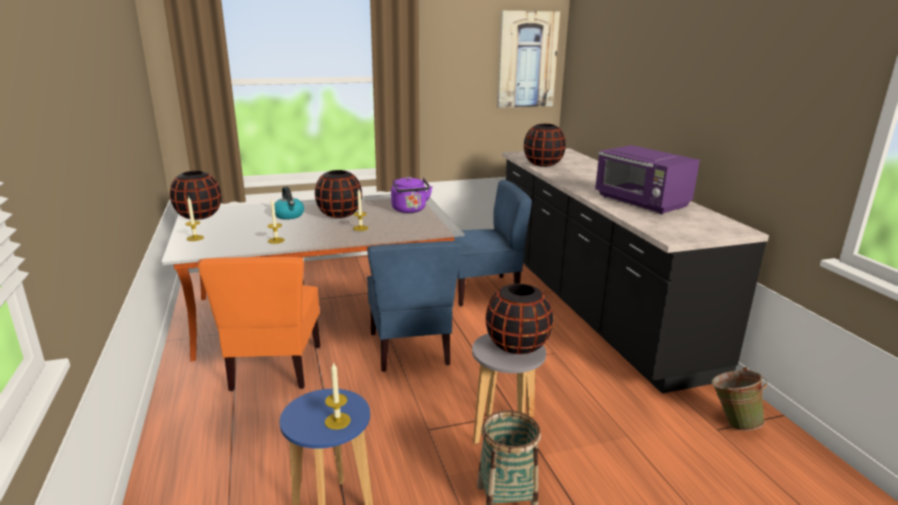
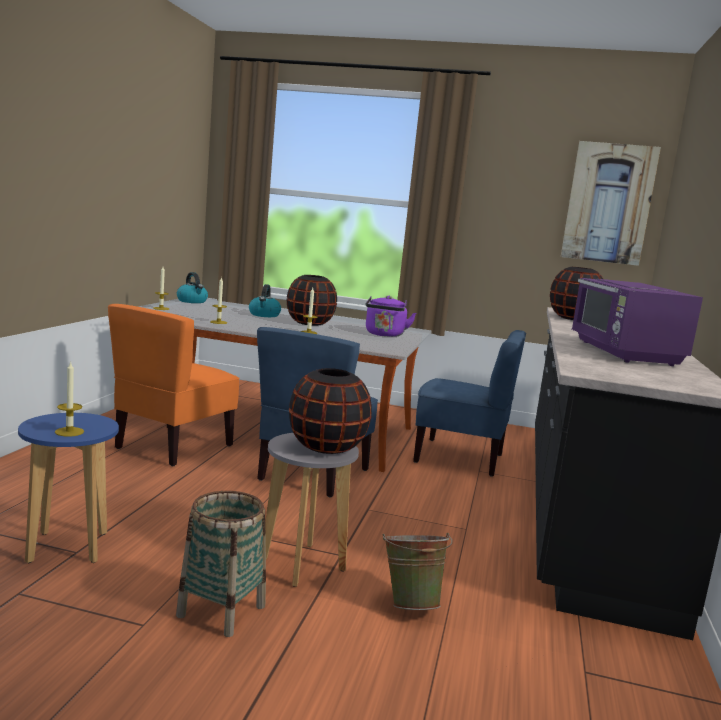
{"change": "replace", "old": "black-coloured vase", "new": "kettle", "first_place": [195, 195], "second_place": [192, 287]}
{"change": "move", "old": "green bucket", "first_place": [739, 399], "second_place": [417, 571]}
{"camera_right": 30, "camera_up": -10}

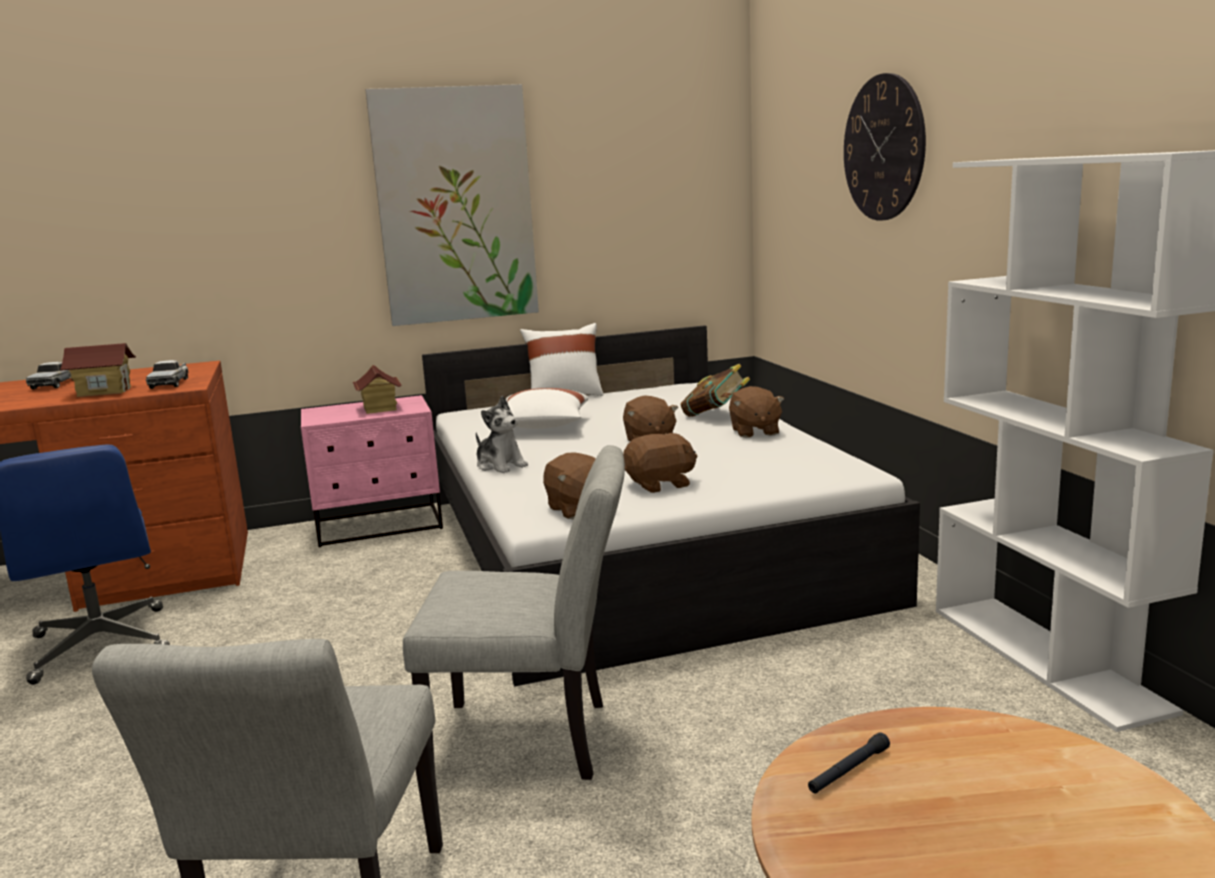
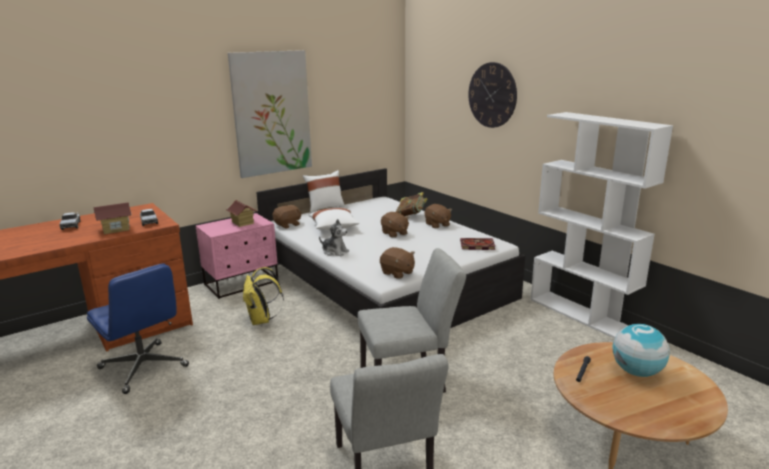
{"change": "move", "old": "brown-coloured cuddly toy", "first_place": [660, 463], "second_place": [287, 217]}
{"change": "insert", "new": "yellow knapsack", "second_place": [263, 296]}
{"change": "insert", "new": "book", "second_place": [477, 244]}
{"change": "insert", "new": "world globe", "second_place": [641, 350]}
{"camera_right": -20, "camera_up": 5}

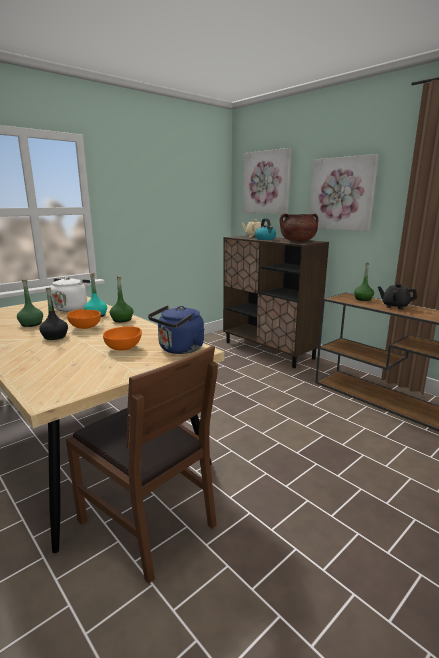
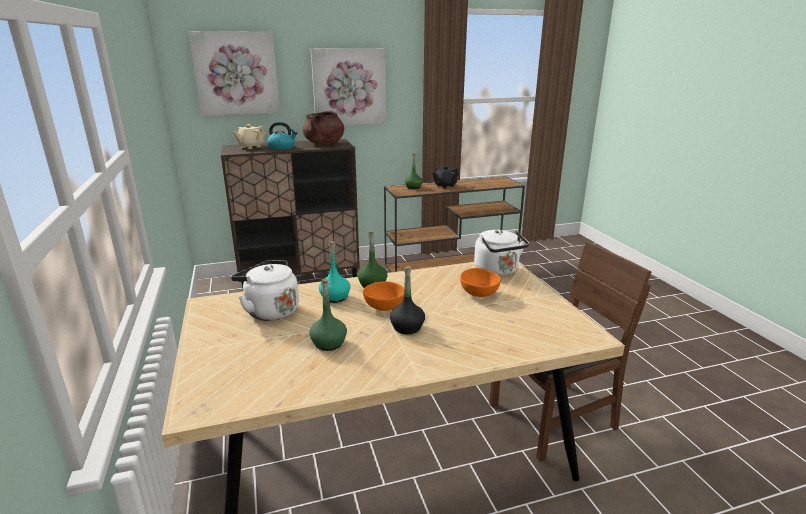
{"change": "recolor", "old": "blue kettle", "new": "white kettle", "first_place": [176, 329], "second_place": [501, 252]}
{"camera_right": -65, "camera_up": 5}

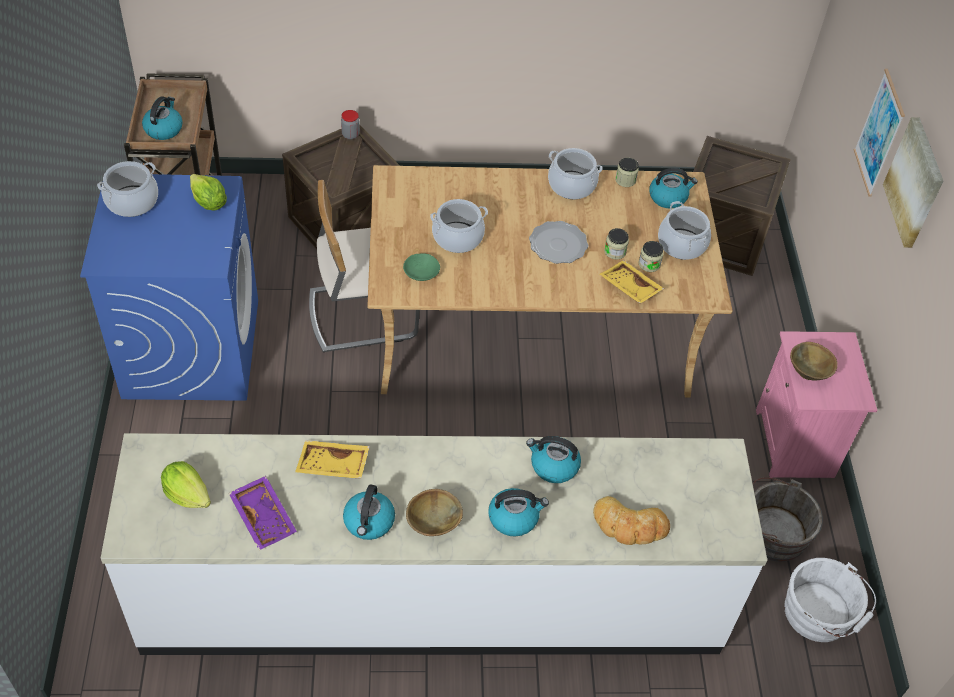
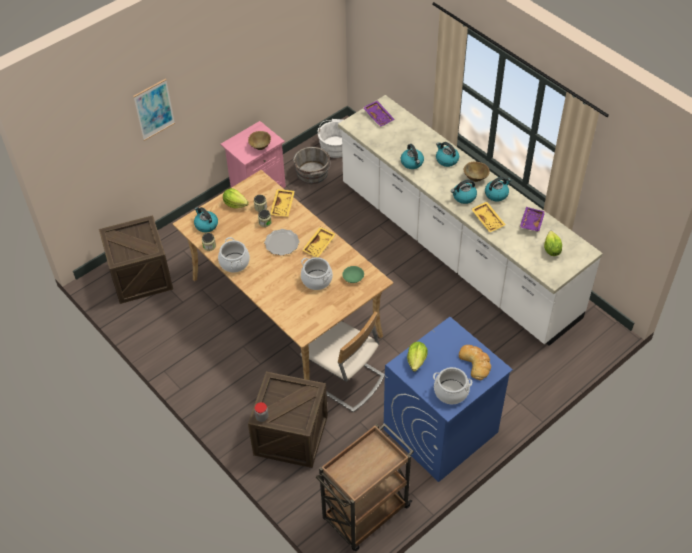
{"change": "move", "old": "kettle", "first_place": [162, 118], "second_place": [464, 191]}
{"change": "move", "old": "baked bread", "first_place": [631, 520], "second_place": [475, 362]}
{"change": "replace", "old": "saucepot", "new": "lettuce", "first_place": [684, 230], "second_place": [236, 198]}
{"change": "delete", "old": "wall picture", "first_place": [913, 182]}
{"change": "insert", "new": "yellow serving tray", "second_place": [319, 242]}
{"change": "insert", "new": "purple-coloured serving tray", "second_place": [379, 113]}
{"camera_right": -125, "camera_up": 0}

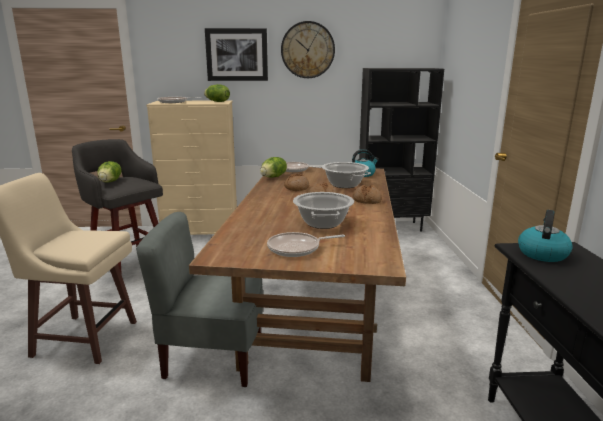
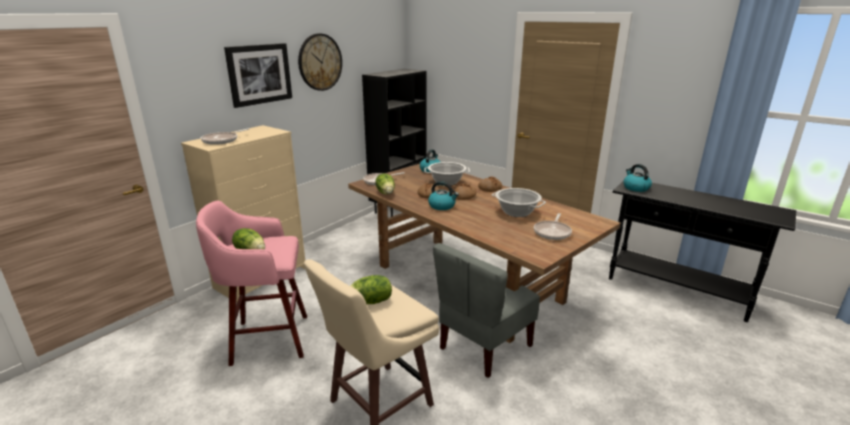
{"change": "recolor", "old": "gray stool seat", "new": "pinkish stool seat", "first_place": [117, 207], "second_place": [251, 283]}
{"change": "move", "old": "lettuce", "first_place": [217, 93], "second_place": [371, 289]}
{"change": "insert", "new": "kettle", "second_place": [443, 195]}
{"camera_right": -50, "camera_up": 5}

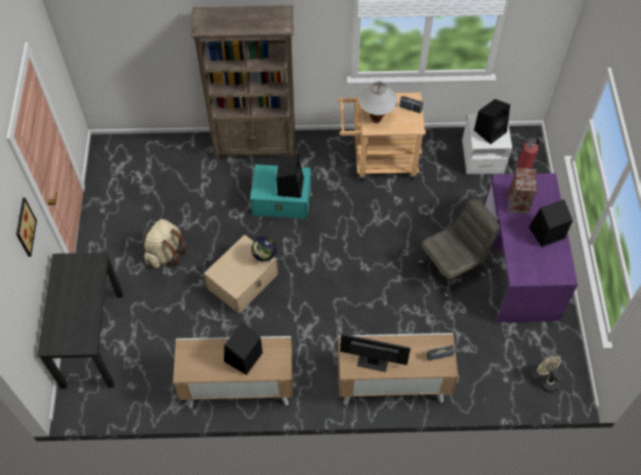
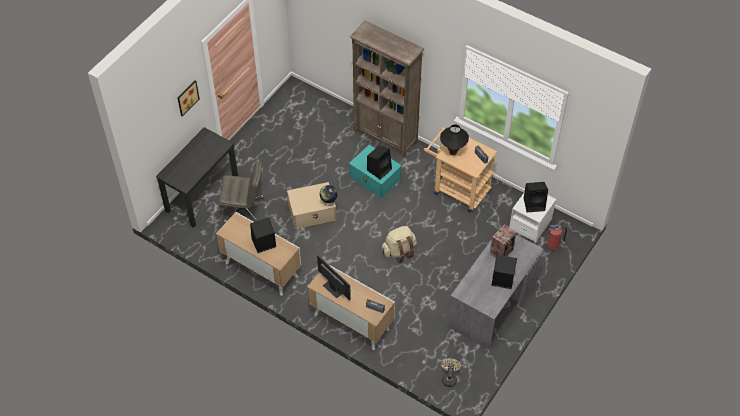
{"change": "move", "old": "beige-coloured knapsack", "first_place": [166, 243], "second_place": [399, 244]}
{"change": "recolor", "old": "white tabletop lamp", "new": "black-coloured tabletop lamp", "first_place": [378, 102], "second_place": [454, 139]}
{"change": "move", "old": "gray computer chair", "first_place": [459, 248], "second_place": [241, 192]}
{"change": "recolor", "old": "purple-coloured desk unit", "new": "gray desk unit", "first_place": [531, 248], "second_place": [495, 288]}
{"camera_right": 35, "camera_up": -5}

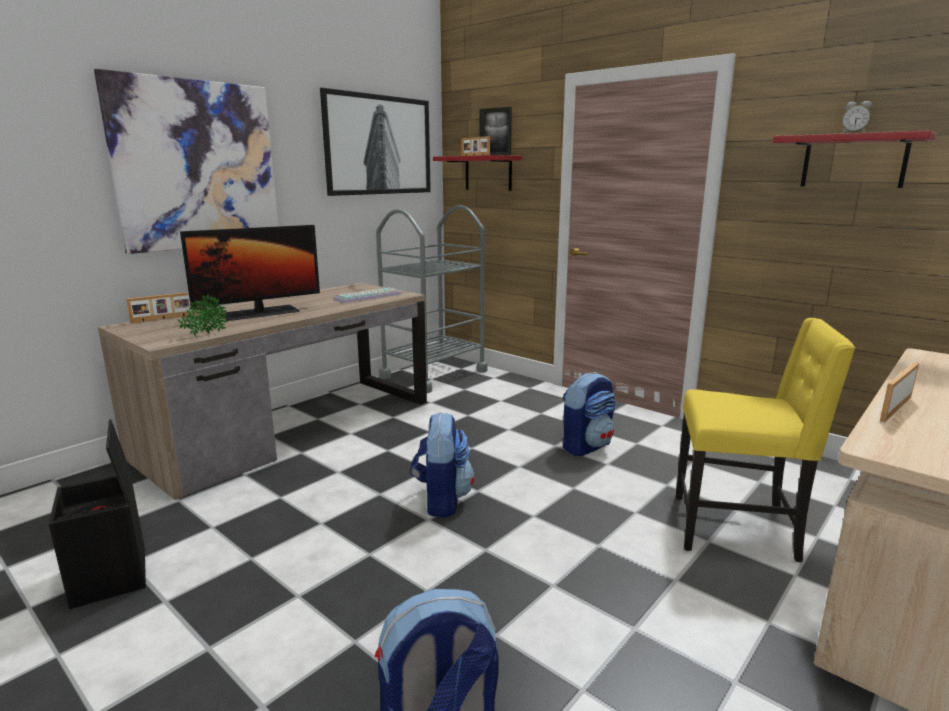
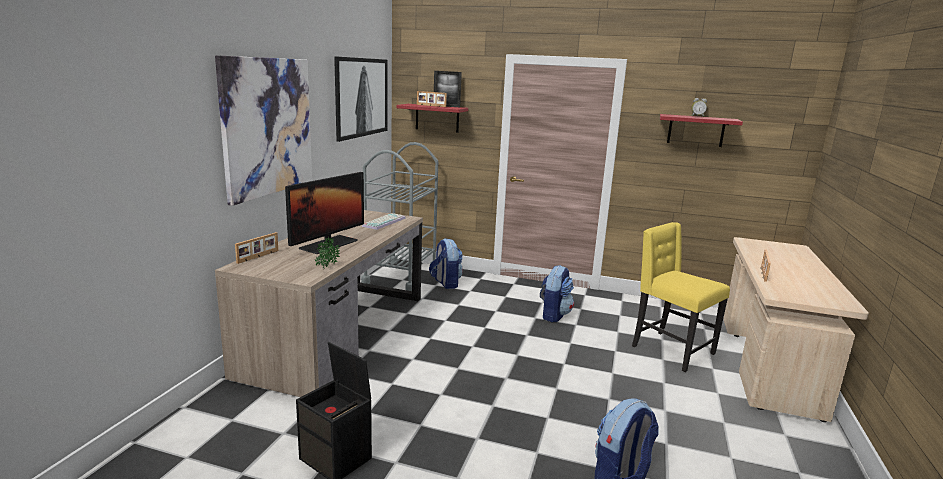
{"change": "move", "old": "knapsack", "first_place": [442, 465], "second_place": [446, 263]}
{"change": "rotate", "old": "yellow chair", "first_place": [766, 440], "second_place": [681, 297], "degrees": -120}
{"camera_right": -25, "camera_up": 0}

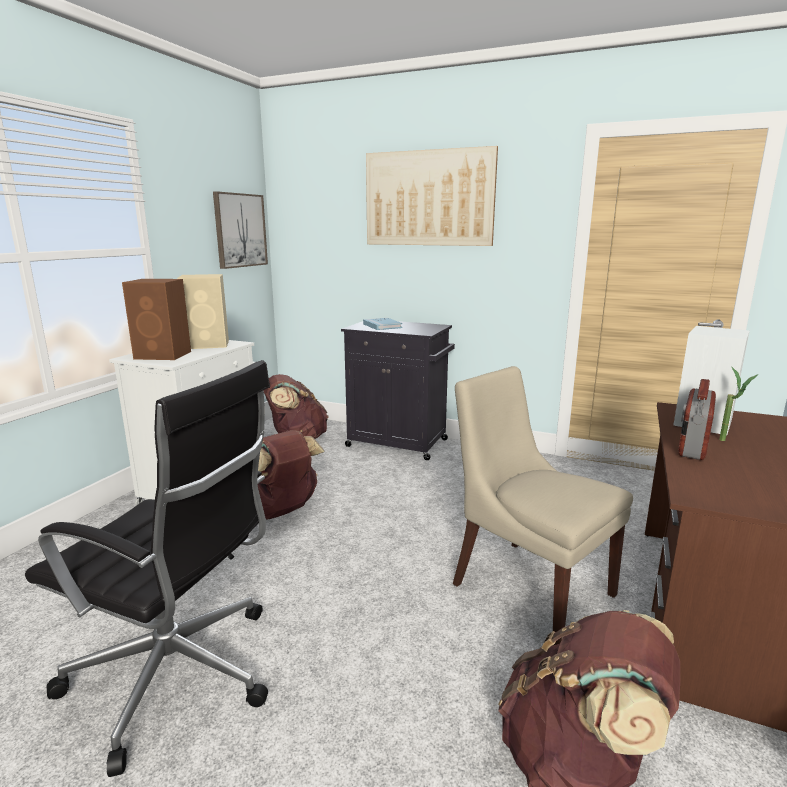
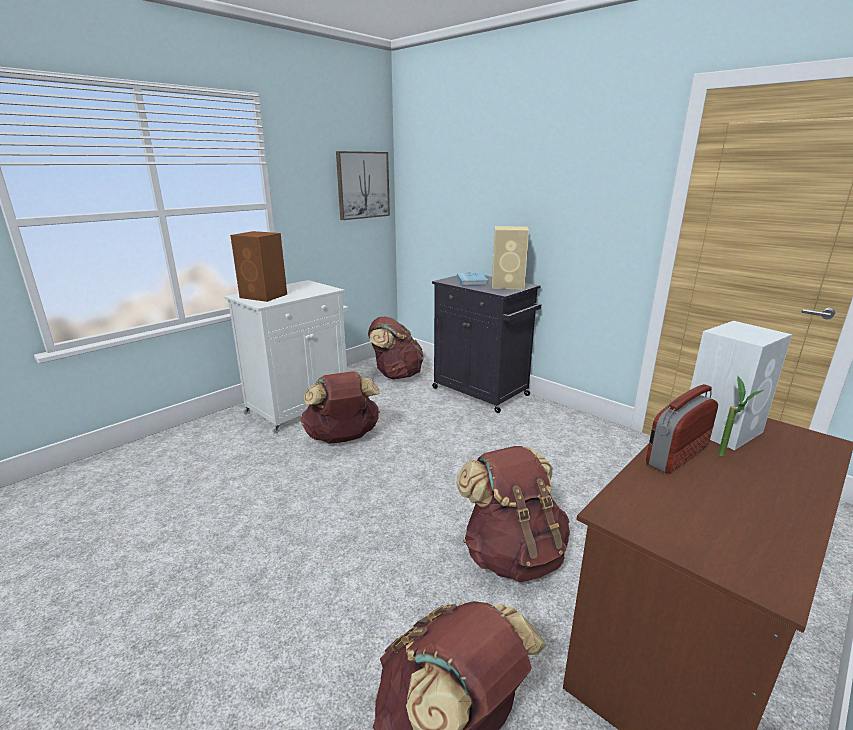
{"change": "delete", "old": "black-coloured computer chair", "first_place": [147, 568]}
{"change": "move", "old": "beige-coloured audio speaker", "first_place": [203, 311], "second_place": [510, 258]}
{"change": "delete", "old": "wall picture", "first_place": [432, 196]}
{"change": "replace", "old": "beige-coloured chair", "new": "brown-coloured knapsack", "first_place": [543, 506], "second_place": [513, 514]}
{"camera_right": 20, "camera_up": 5}

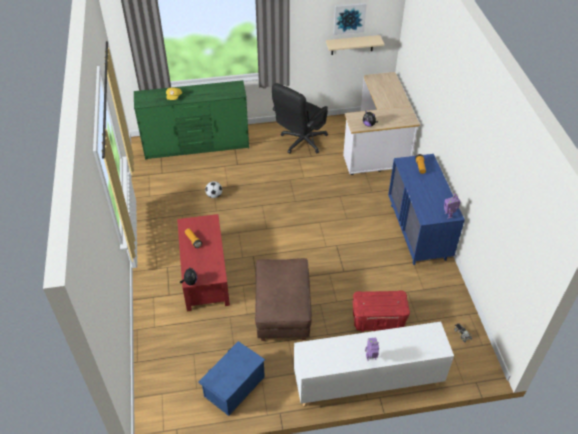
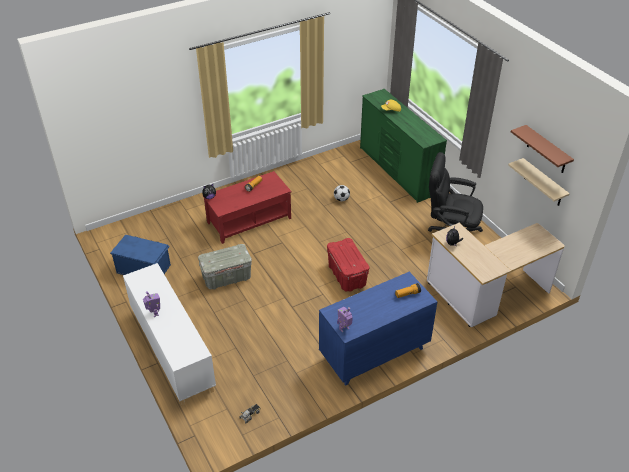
{"change": "replace", "old": "brown-coloured footrest", "new": "gray storage bin", "first_place": [283, 299], "second_place": [225, 267]}
{"change": "replace", "old": "wall picture", "new": "brown-coloured bracket shelf", "first_place": [350, 19], "second_place": [542, 149]}
{"change": "move", "old": "reddish storage bin", "first_place": [381, 311], "second_place": [348, 265]}
{"camera_right": 70, "camera_up": -5}

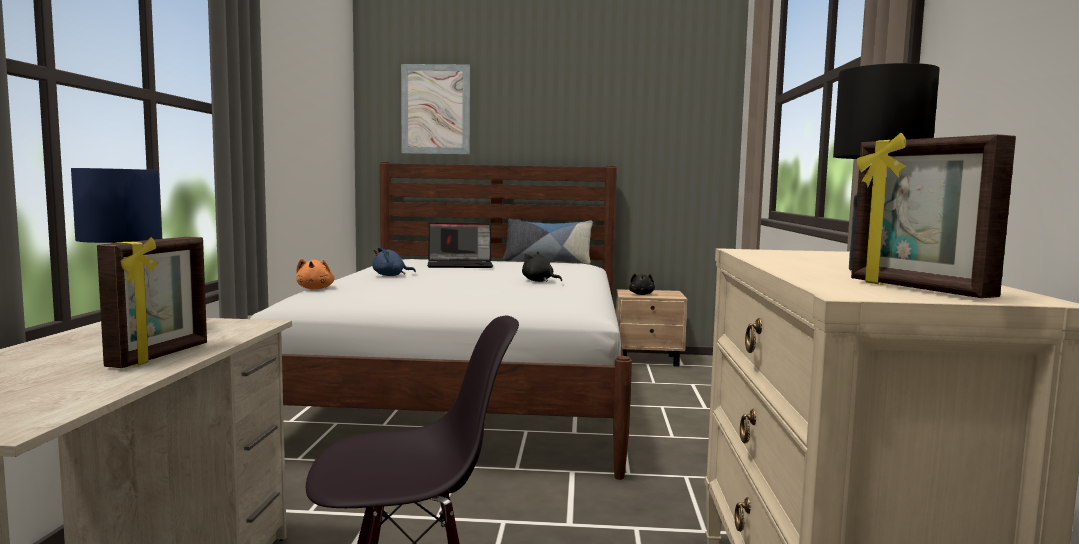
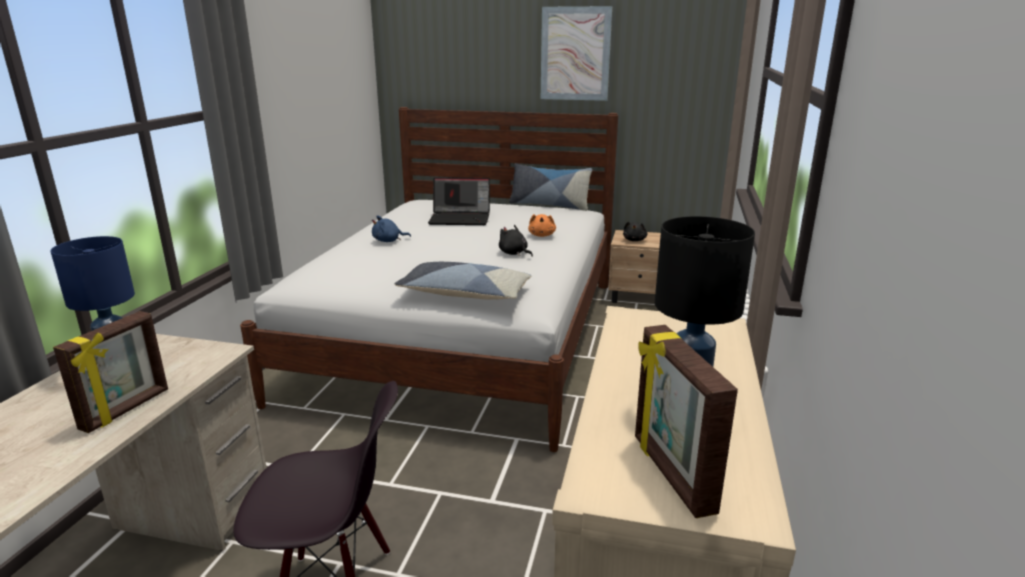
{"change": "move", "old": "orange-coloured cuddly toy", "first_place": [315, 274], "second_place": [542, 225]}
{"change": "move", "old": "wall picture", "first_place": [435, 109], "second_place": [576, 53]}
{"change": "insert", "new": "pillow", "second_place": [463, 281]}
{"camera_right": 10, "camera_up": 15}

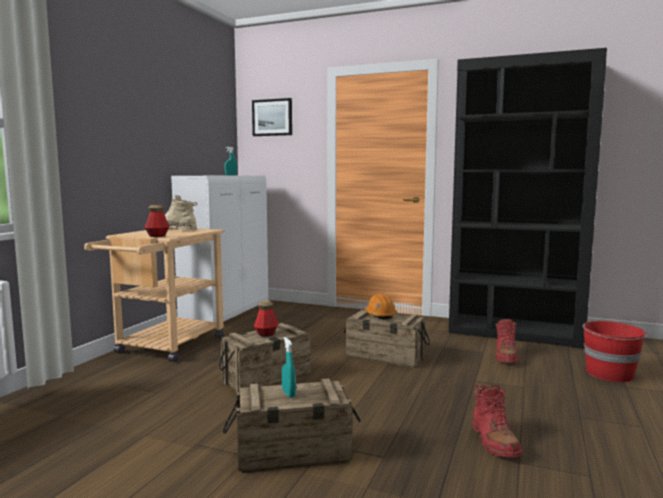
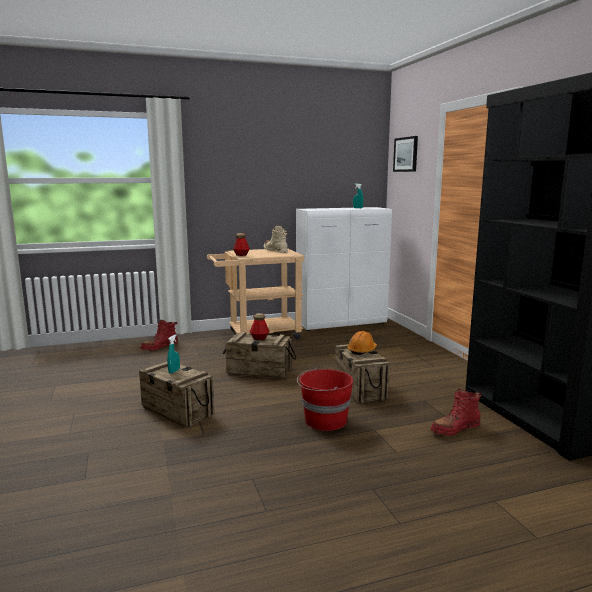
{"change": "move", "old": "reddish boot", "first_place": [497, 420], "second_place": [159, 335]}
{"change": "move", "old": "reddish bucket", "first_place": [615, 351], "second_place": [325, 399]}
{"camera_right": 50, "camera_up": 5}

